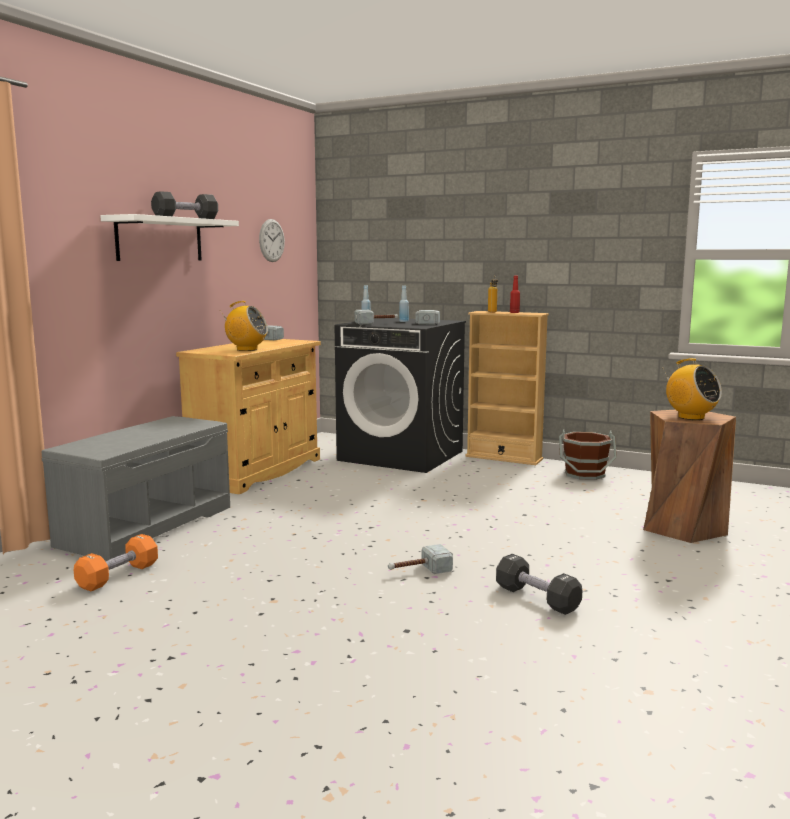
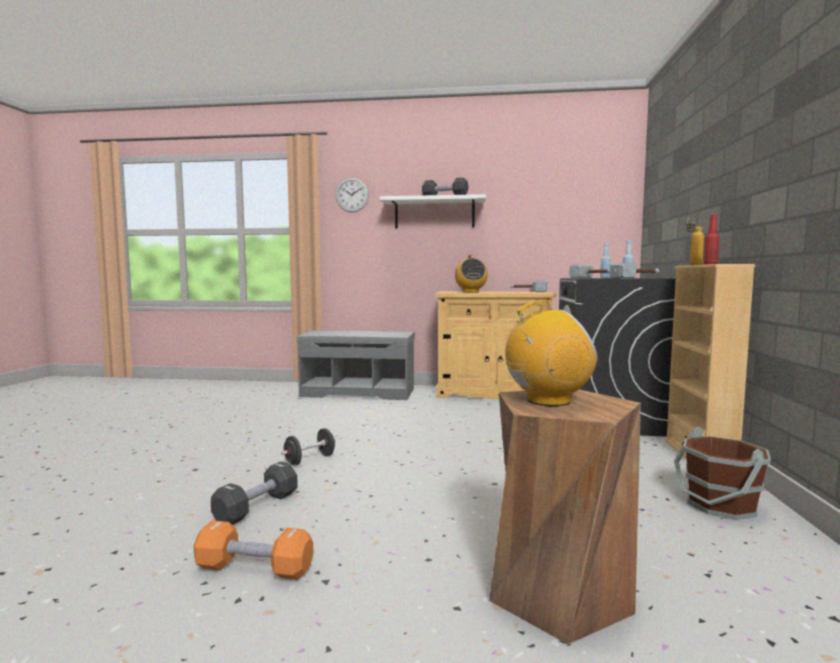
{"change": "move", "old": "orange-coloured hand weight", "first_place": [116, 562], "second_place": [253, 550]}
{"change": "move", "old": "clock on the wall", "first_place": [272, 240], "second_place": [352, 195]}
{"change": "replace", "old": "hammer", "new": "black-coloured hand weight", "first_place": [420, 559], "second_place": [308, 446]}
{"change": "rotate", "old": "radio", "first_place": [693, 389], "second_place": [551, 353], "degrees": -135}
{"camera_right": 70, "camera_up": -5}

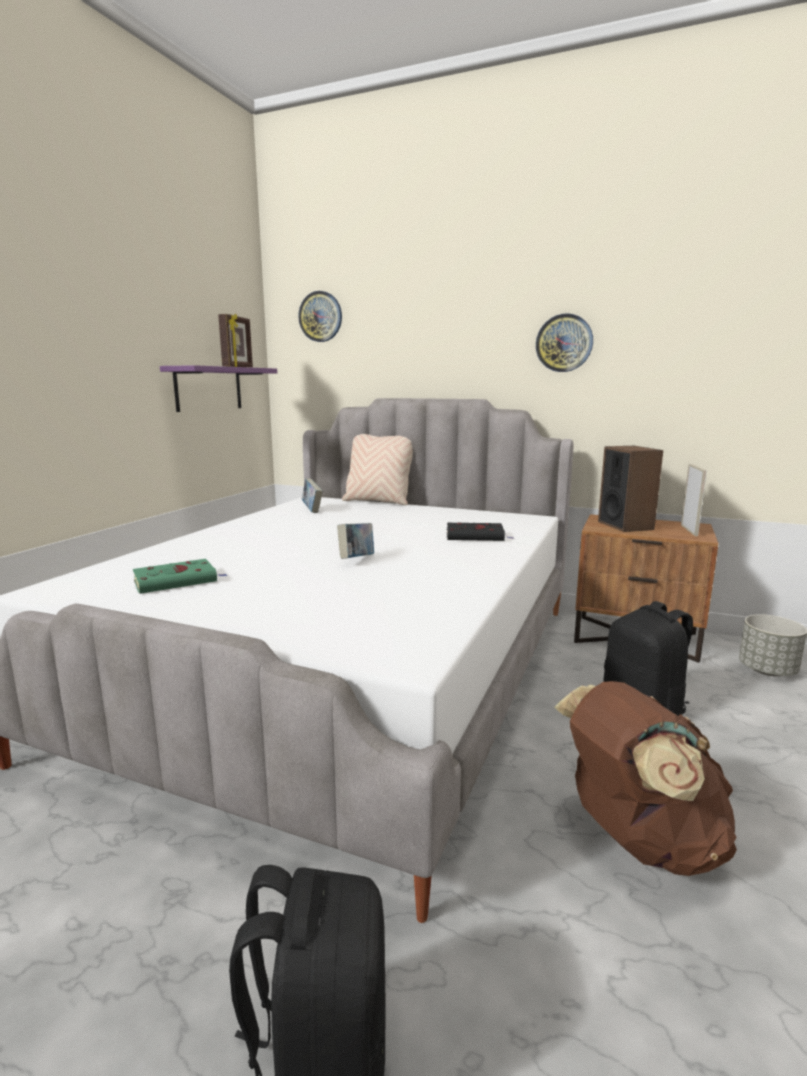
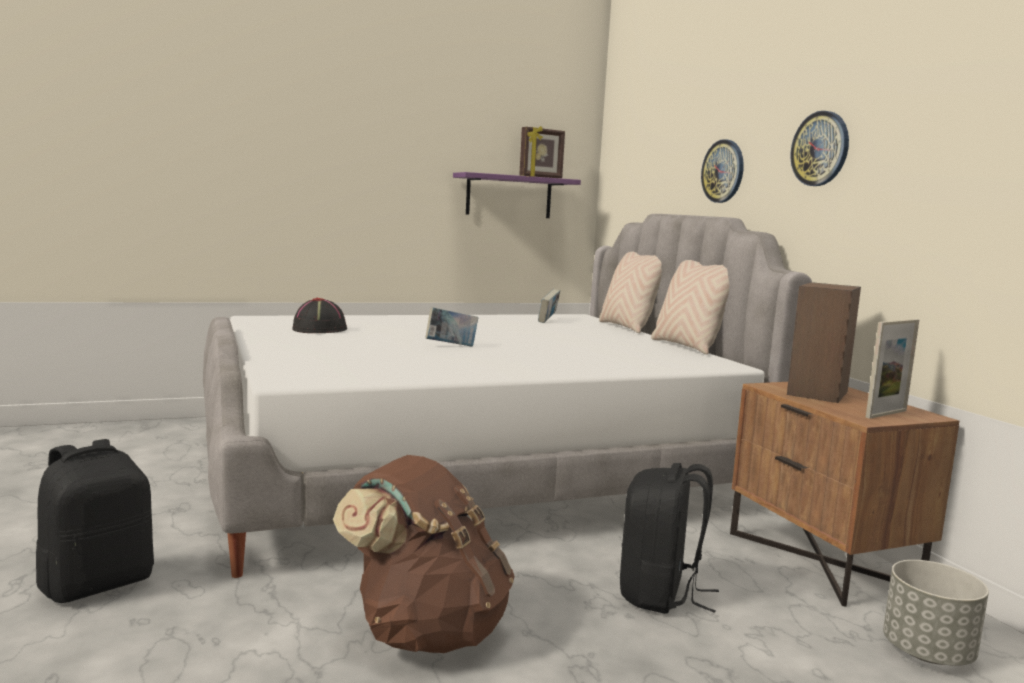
{"change": "replace", "old": "green book", "new": "black-coloured clothing hat", "first_place": [180, 576], "second_place": [319, 315]}
{"change": "move", "old": "clock on the wall", "first_place": [320, 316], "second_place": [722, 171]}
{"change": "delete", "old": "black-coloured book", "first_place": [480, 532]}
{"change": "insert", "new": "beige-coloured pillow", "second_place": [690, 307]}
{"camera_right": 45, "camera_up": -5}

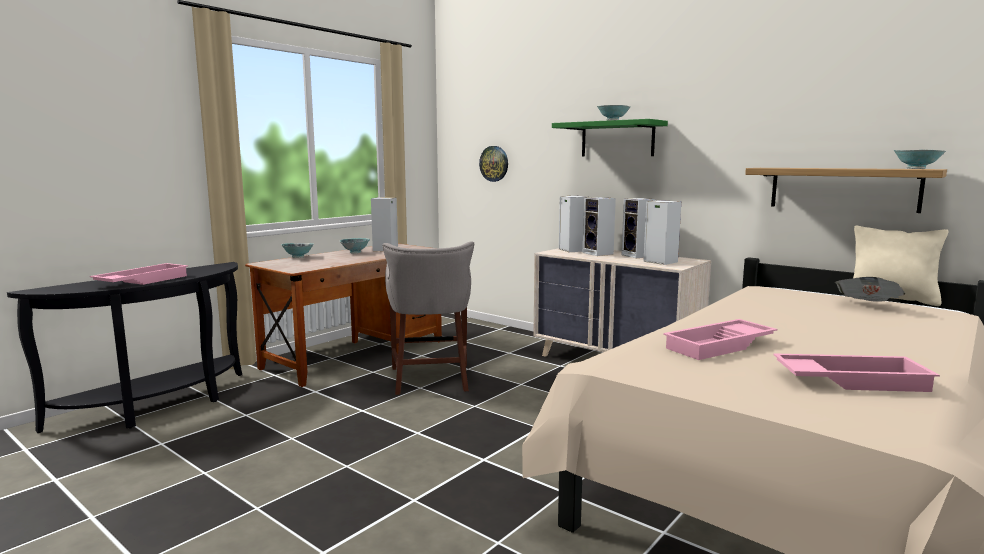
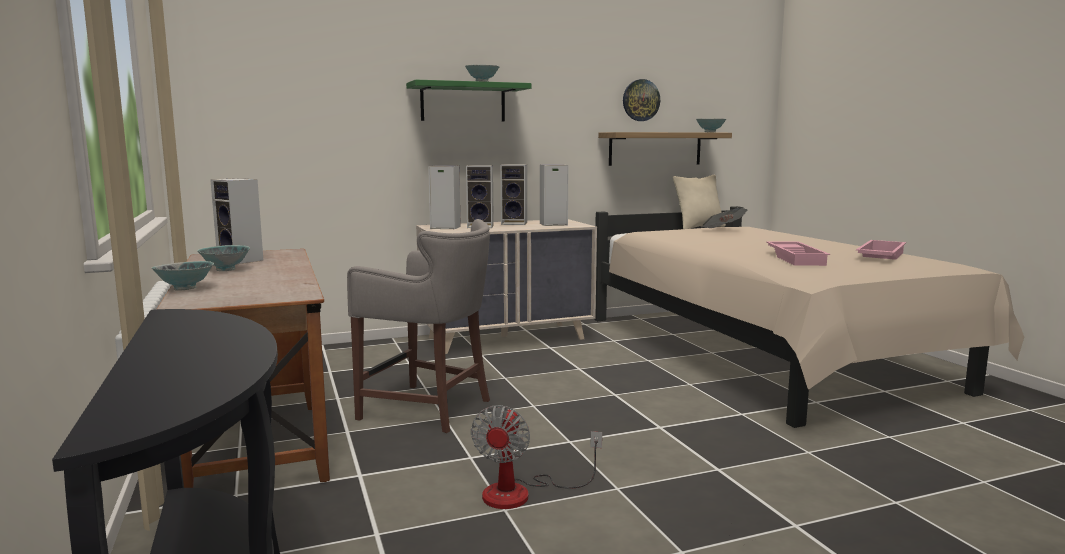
{"change": "delete", "old": "pinkish serving tray", "first_place": [139, 274]}
{"change": "move", "old": "clock on the wall", "first_place": [493, 164], "second_place": [641, 100]}
{"change": "insert", "new": "fan", "second_place": [536, 457]}
{"camera_right": -60, "camera_up": 0}

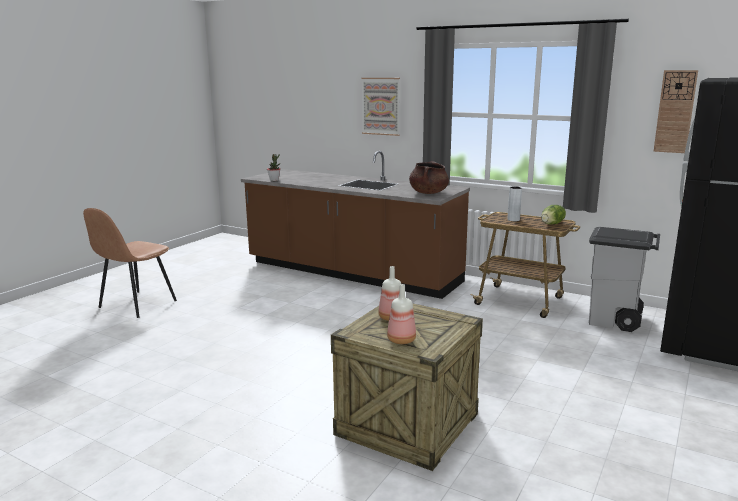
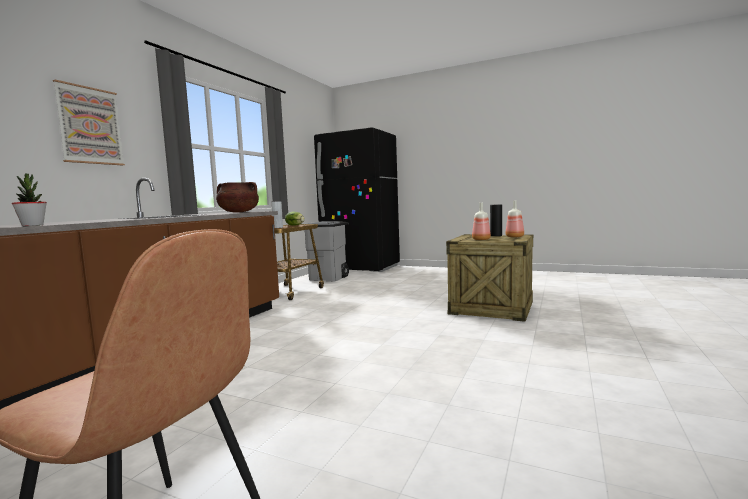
{"change": "delete", "old": "clock on the wall", "first_place": [676, 111]}
{"change": "insert", "new": "black-coloured vase", "second_place": [496, 220]}
{"camera_right": -95, "camera_up": -10}

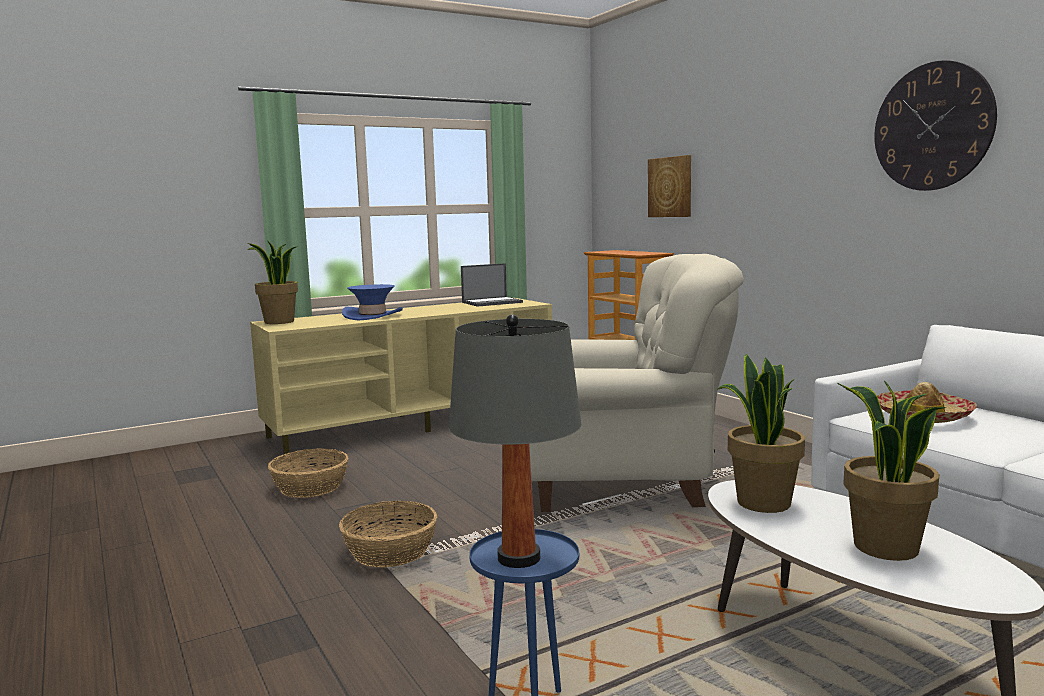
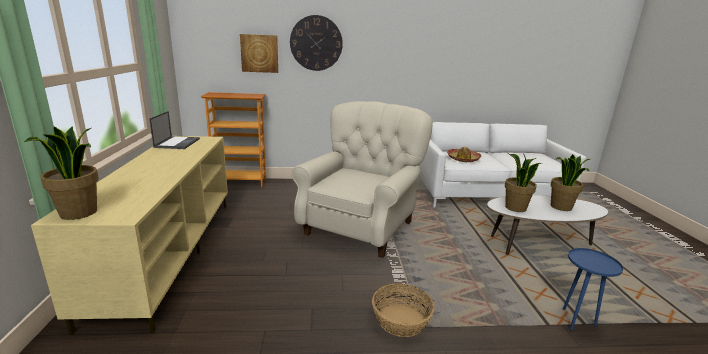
{"change": "delete", "old": "basket", "first_place": [308, 473]}
{"change": "delete", "old": "blue clothing hat", "first_place": [372, 302]}
{"change": "delete", "old": "gray tabletop lamp", "first_place": [515, 441]}
{"change": "move", "old": "clock on the wall", "first_place": [935, 125], "second_place": [316, 43]}
{"camera_right": -65, "camera_up": 10}

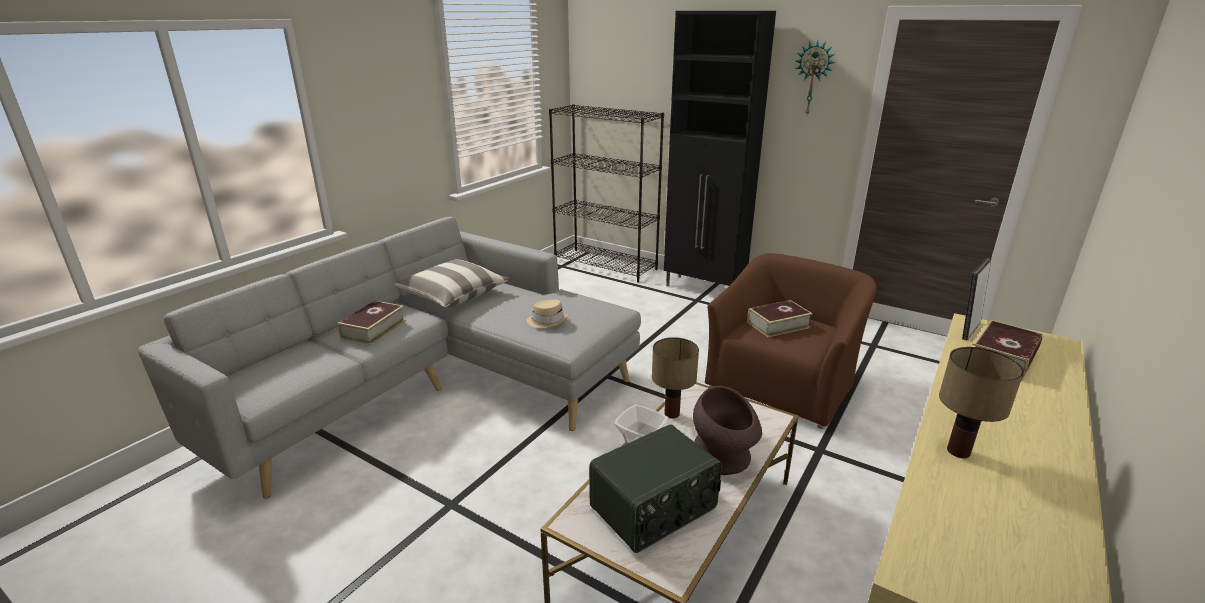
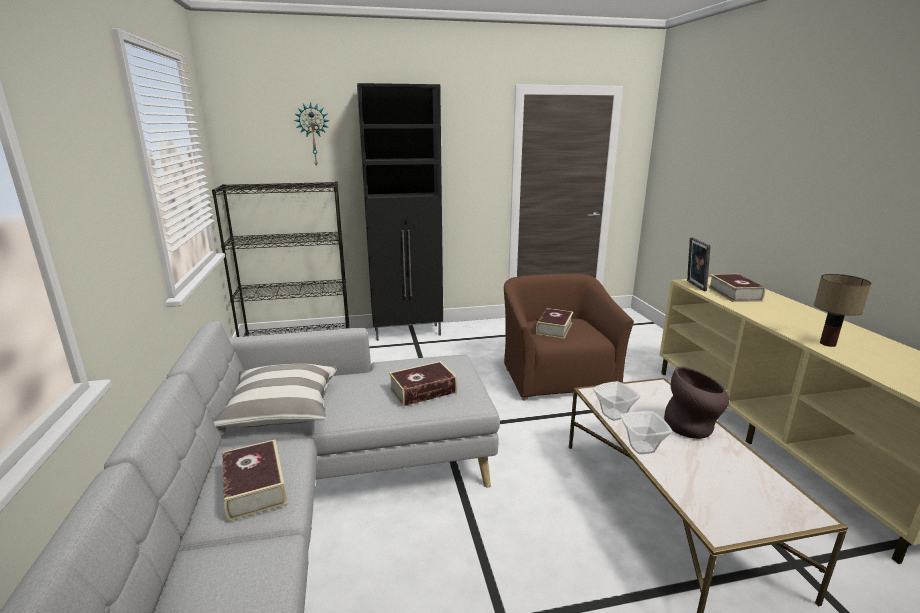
{"change": "replace", "old": "beige-coloured clothing hat", "new": "book", "first_place": [547, 314], "second_place": [423, 383]}
{"change": "delete", "old": "radio", "first_place": [655, 488]}
{"change": "replace", "old": "tabletop lamp", "new": "bowl", "first_place": [675, 377], "second_place": [617, 401]}
{"change": "move", "old": "clock on the wall", "first_place": [815, 77], "second_place": [311, 134]}
{"camera_right": -45, "camera_up": -5}

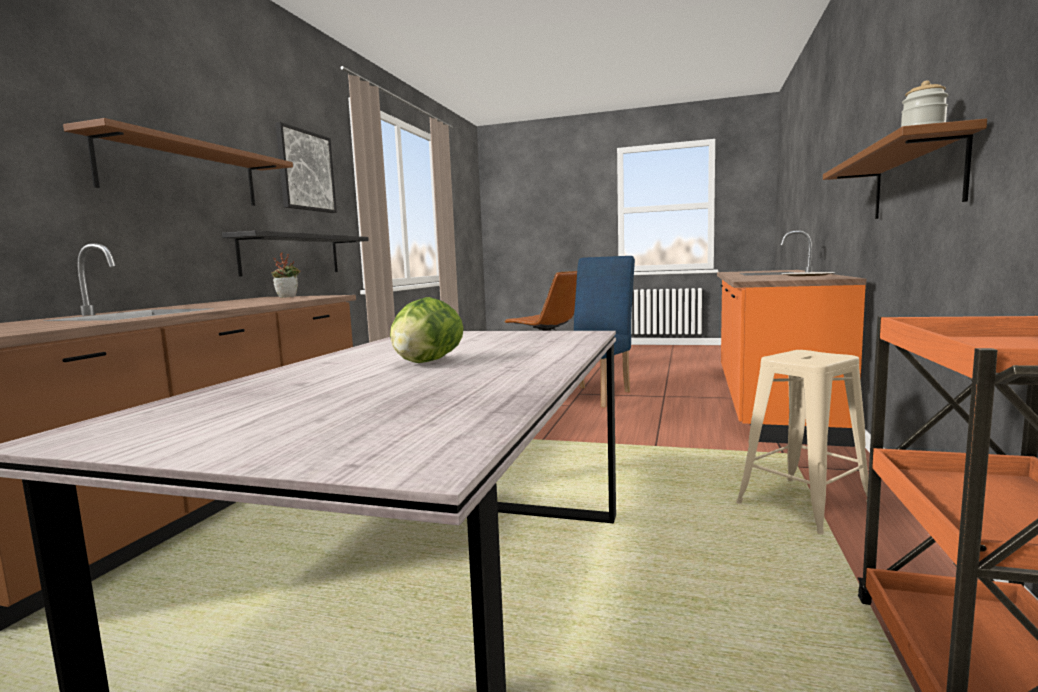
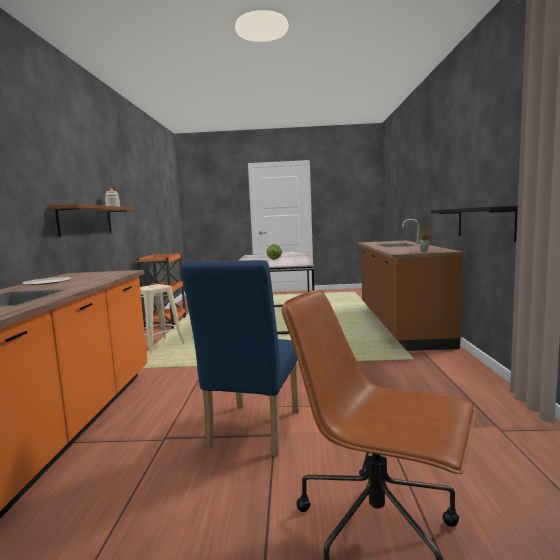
{"change": "delete", "old": "brown-coloured bracket shelf", "first_place": [178, 162]}
{"change": "delete", "old": "wall picture", "first_place": [306, 167]}
{"camera_right": 165, "camera_up": 0}

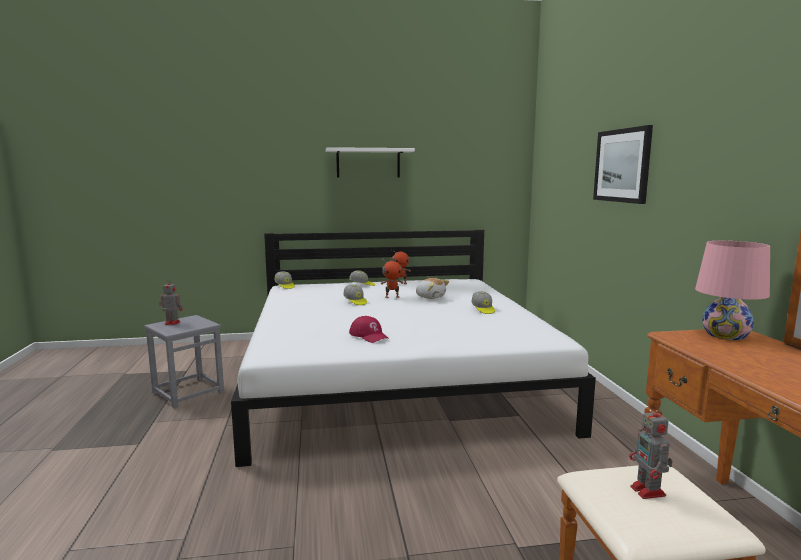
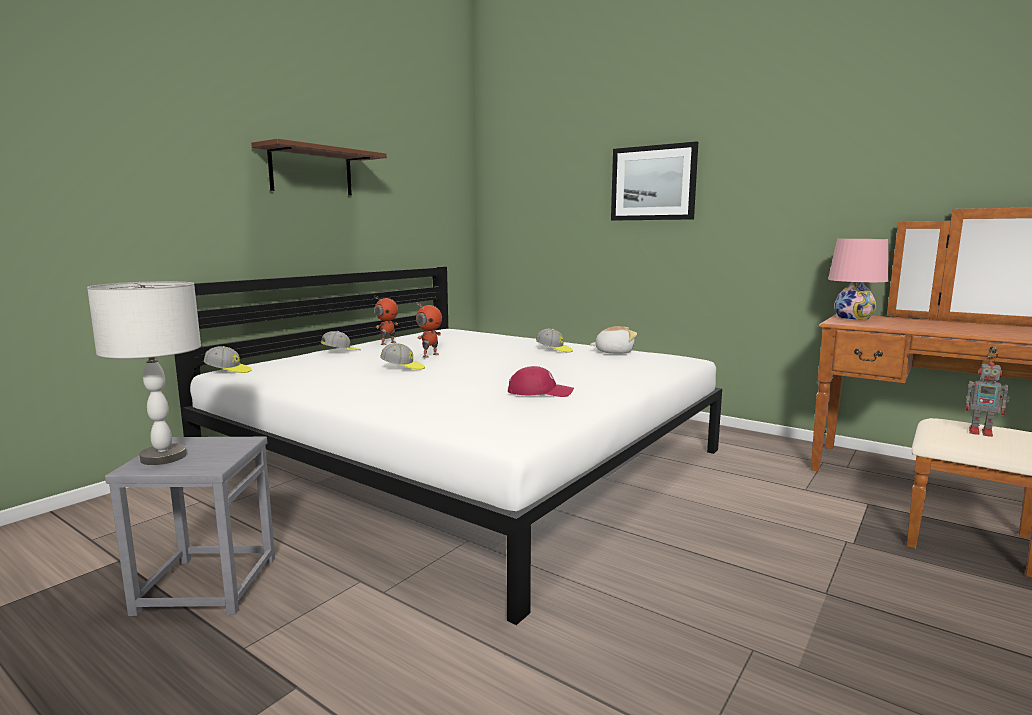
{"change": "replace", "old": "robot figure", "new": "gray tabletop lamp", "first_place": [170, 302], "second_place": [144, 373]}
{"change": "recolor", "old": "white bracket shelf", "new": "brown-coloured bracket shelf", "first_place": [370, 162], "second_place": [319, 167]}
{"change": "move", "old": "cuddly toy", "first_place": [432, 288], "second_place": [613, 340]}
{"camera_right": -45, "camera_up": 0}

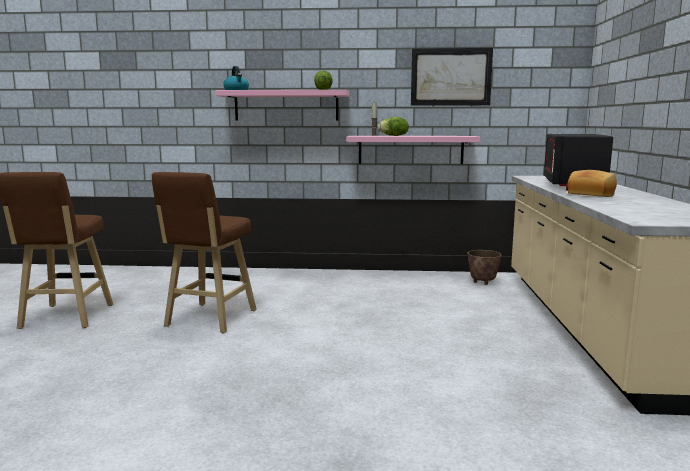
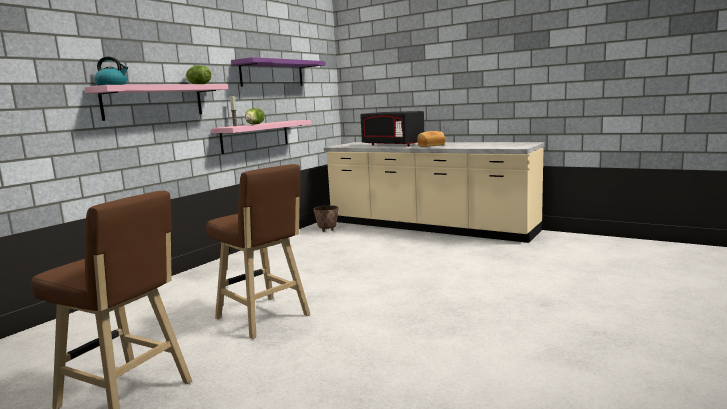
{"change": "replace", "old": "wall picture", "new": "purple-coloured bracket shelf", "first_place": [452, 77], "second_place": [278, 72]}
{"camera_right": -60, "camera_up": 0}

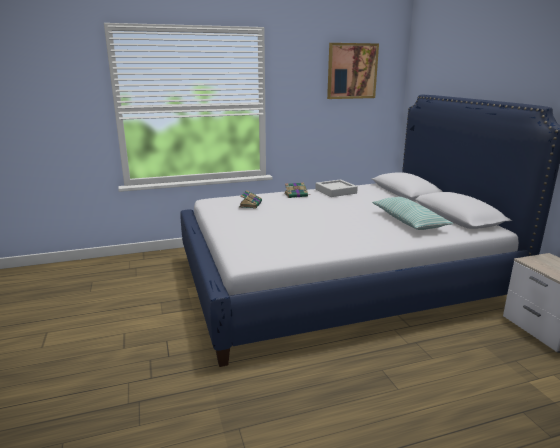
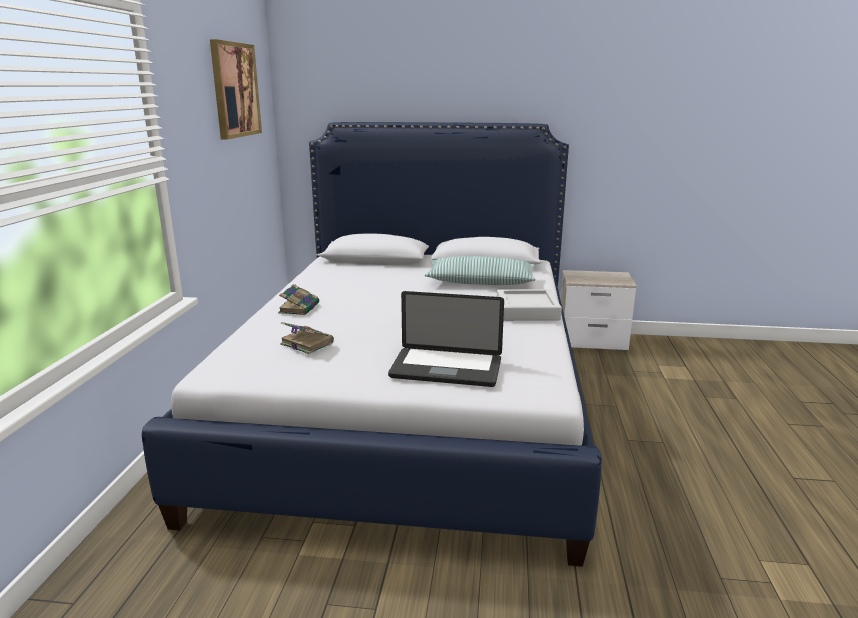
{"change": "move", "old": "gray serving tray", "first_place": [336, 188], "second_place": [529, 305]}
{"change": "insert", "new": "portable computer", "second_place": [446, 339]}
{"camera_right": -65, "camera_up": 0}

